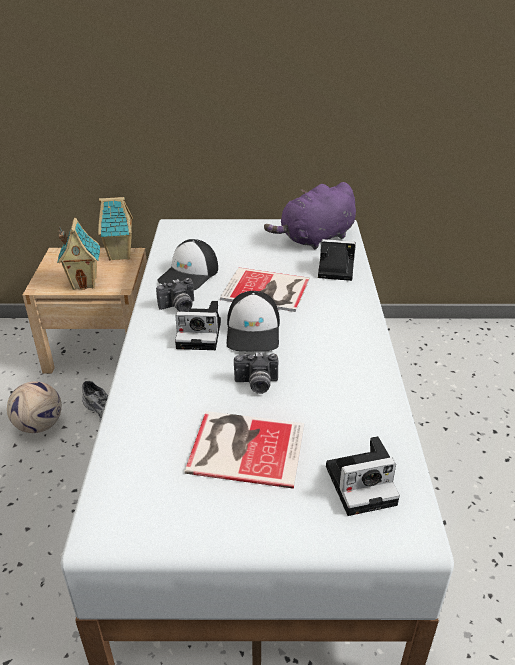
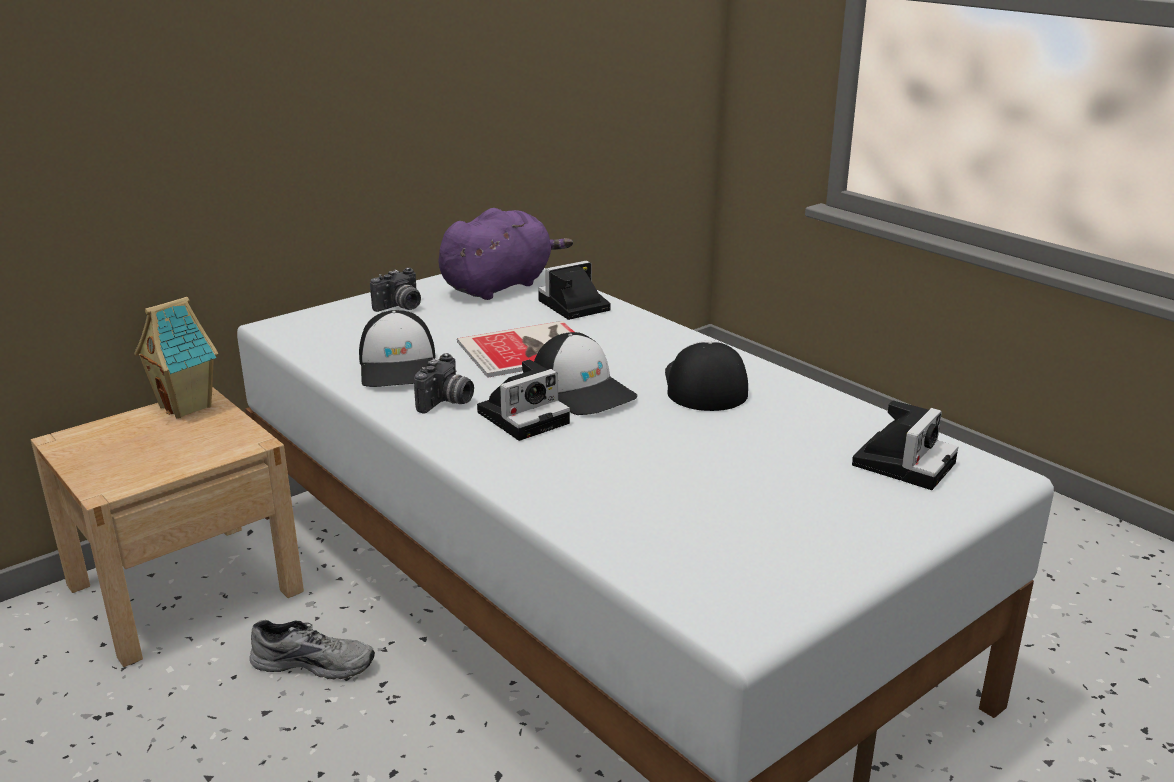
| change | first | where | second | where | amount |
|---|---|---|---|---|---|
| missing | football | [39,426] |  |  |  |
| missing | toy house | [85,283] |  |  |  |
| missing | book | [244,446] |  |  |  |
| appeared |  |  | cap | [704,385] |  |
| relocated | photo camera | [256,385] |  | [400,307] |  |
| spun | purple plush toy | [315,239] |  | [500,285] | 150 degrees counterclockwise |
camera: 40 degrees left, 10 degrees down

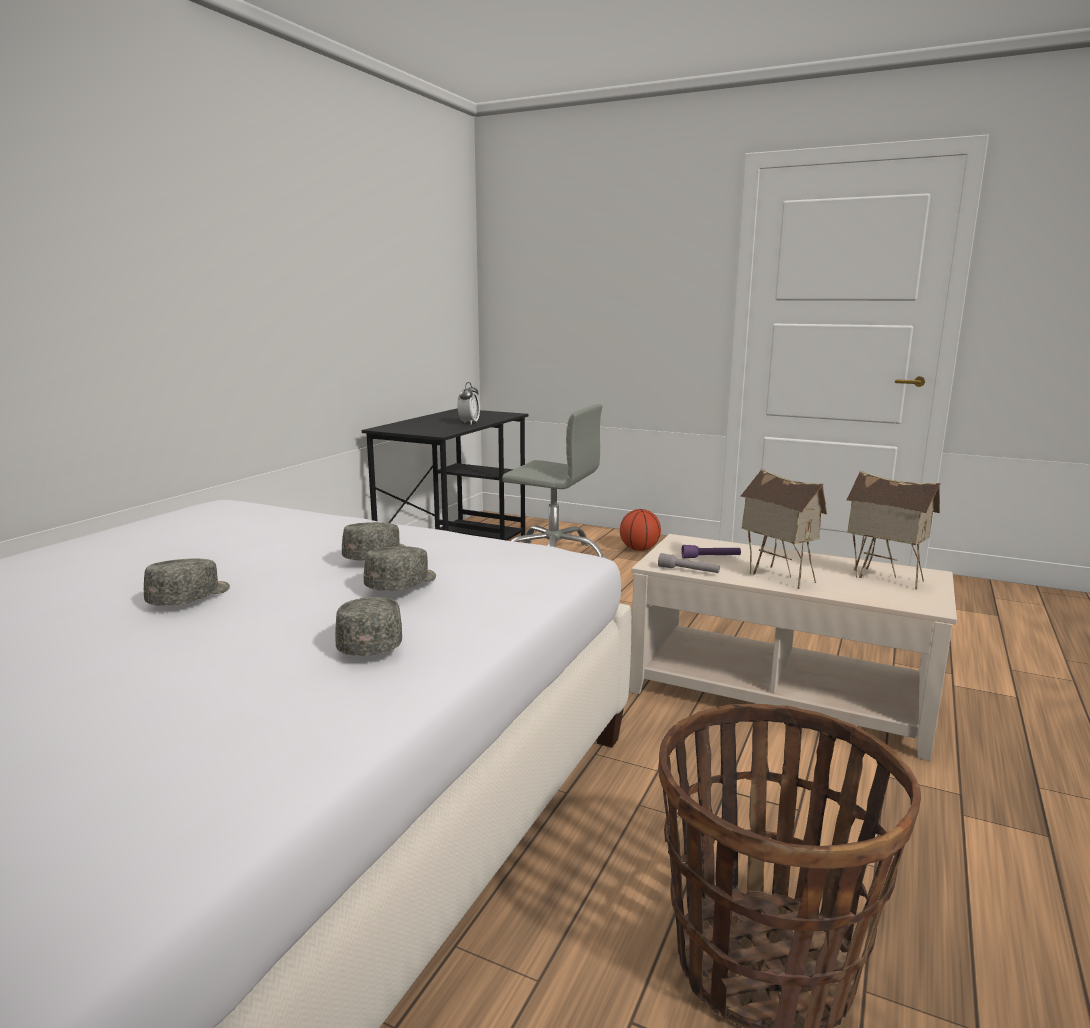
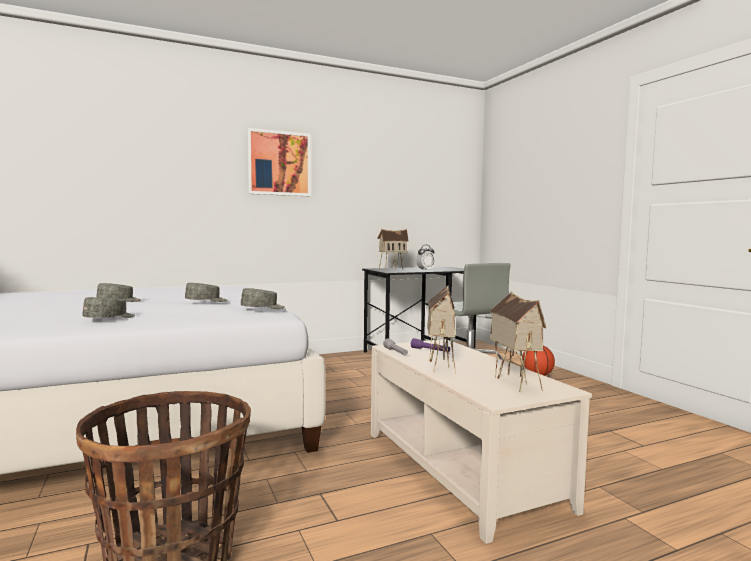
| change | first | where | second | where | amount |
|---|---|---|---|---|---|
| appeared |  |  | picture | [279,163] |  |
| appeared |  |  | toy house | [391,269] |  |
| relocated | grey cap | [403,584] |  | [263,308] |  |
camera: 40 degrees right, 10 degrees down

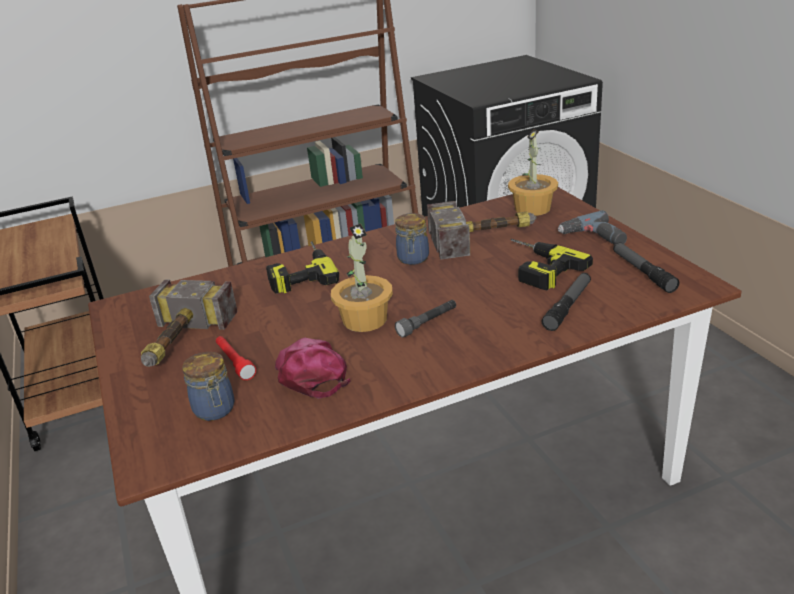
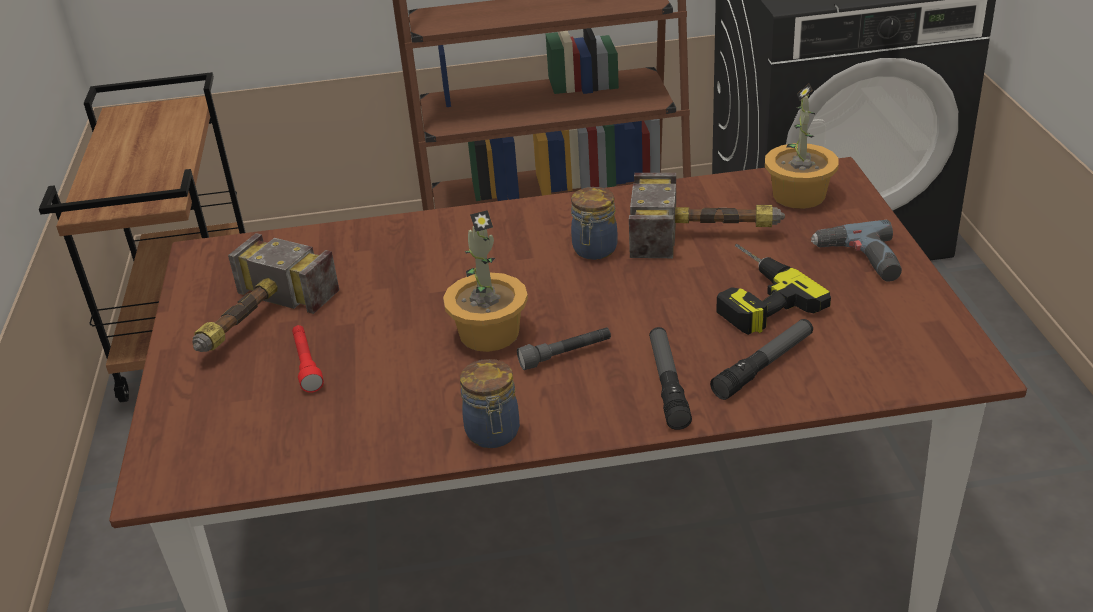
| change | first | where | second | where | amount |
|---|---|---|---|---|---|
| missing | power drill | [300,272] |  |  |  |
| missing | pink cap | [311,373] |  |  |  |
| relocated | jar | [215,410] |  | [493,434] |  |
| relocated | flashlight | [642,272] |  | [668,384] |  |
camera: 15 degrees right, 5 degrees up

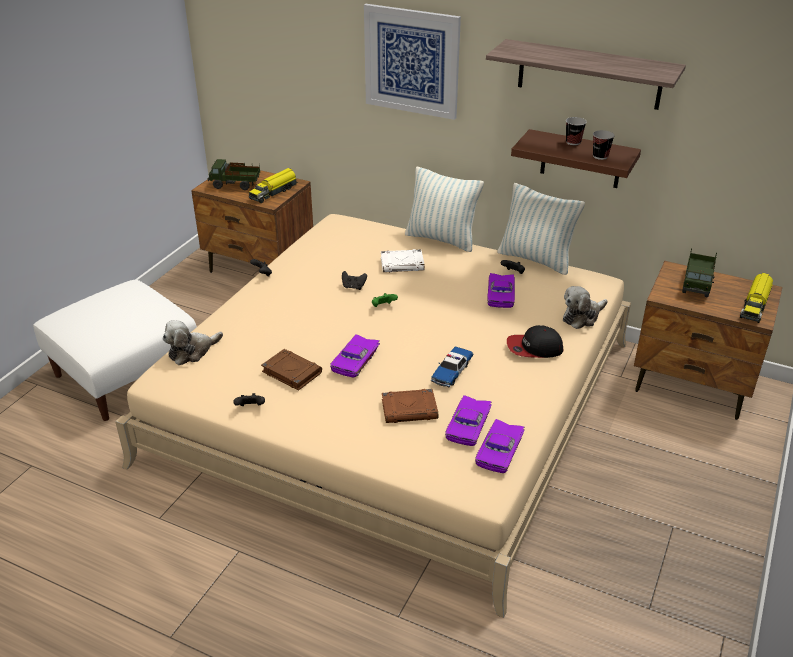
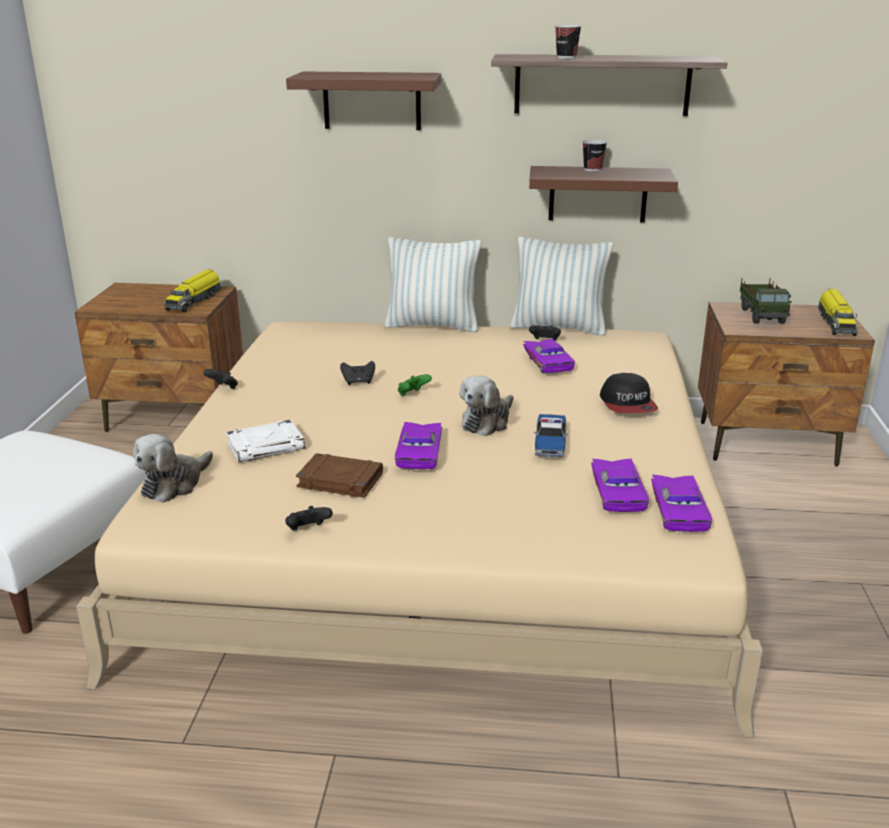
| change | first | where | second | where | amount |
|---|---|---|---|---|---|
| missing | toy truck | [235,185] |  |  |  |
| missing | brown book | [410,409] |  |  |  |
| relocated | white book | [402,264] |  | [266,446] |  |
| relocated | plush toy | [582,317] |  | [487,422] |  |
| relocated | cup | [600,156] |  | [566,57] |  |
| exchanged | picture | [411,61] | brown shelf | [372,101] |  |
| spun | cap | [534,348] |  | [628,404] | 75 degrees counterclockwise |
camera: 20 degrees left, 10 degrees down

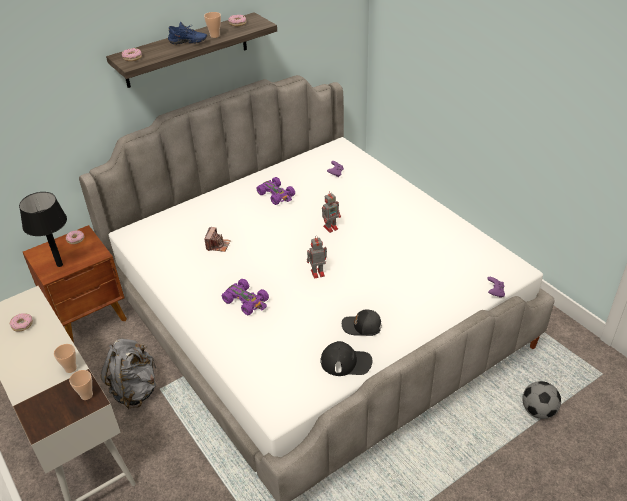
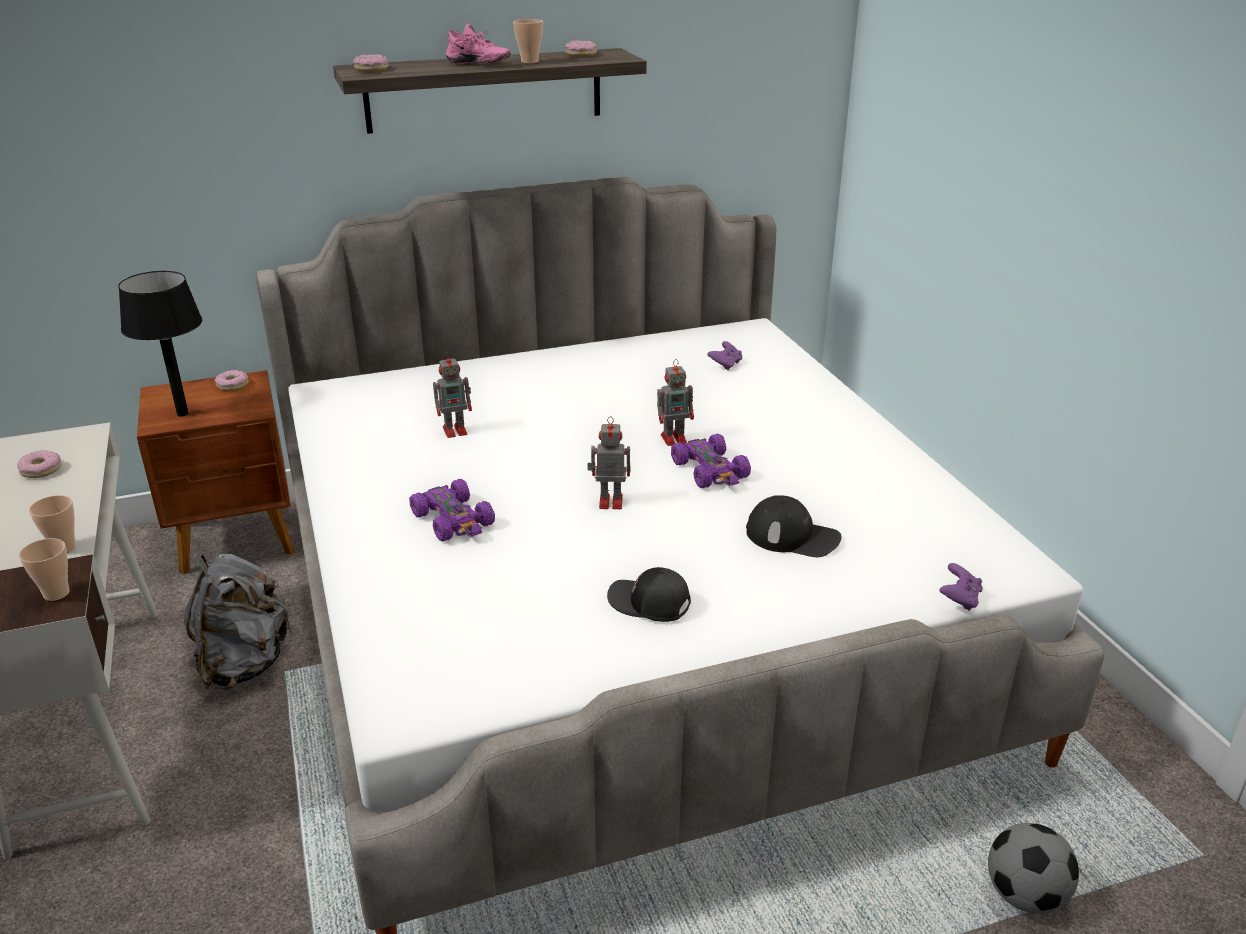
| change | first | where | second | where | amount |
|---|---|---|---|---|---|
| relocated | purple toy car | [276,195] |  | [711,471] |  |
| relocated | black cap | [346,362] |  | [793,536] |  |
| exchanged | photo camera | [218,245] | toy robot | [456,430] |  |
| colour | blue shoe | [188,43] | pink shoe | [477,64] |  |
camera: 15 degrees right, 10 degrees down

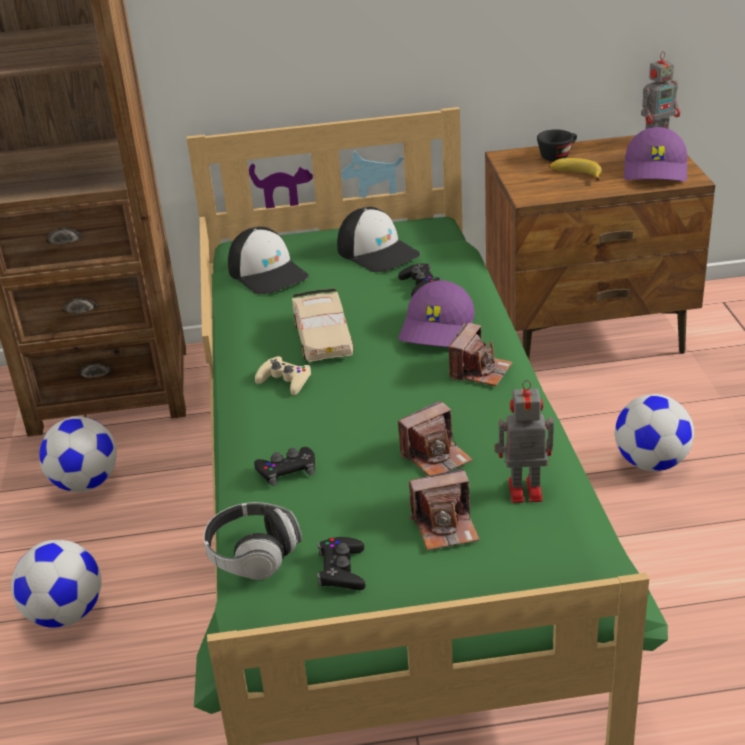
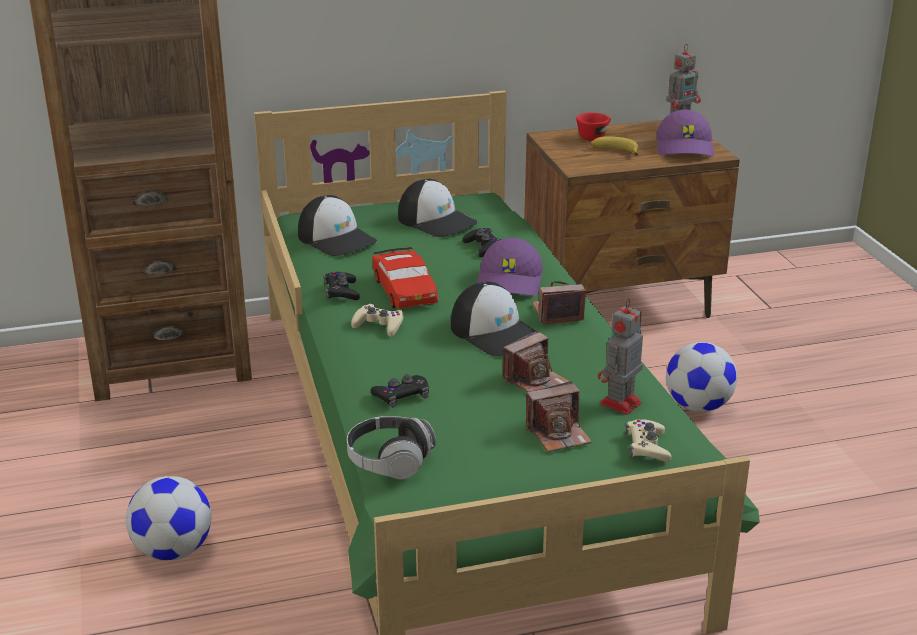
| change | first | where | second | where | amount |
|---|---|---|---|---|---|
| missing | football | [86,483] |  |  |  |
| appeared |  |  | cap | [496,332] |  |
| appeared |  |  | beige game controller | [647,446] |  |
| relocated | black game controller | [341,570] |  | [341,291] |  |
| colour | beige toy car | [323,337] | red toy car | [405,290] |  |
| colour | black cup | [558,156] | red cup | [594,136] |  |
| spun | photo camera | [479,371] |  | [557,314] | 120 degrees counterclockwise |
| spun | toy robot | [522,490] |  | [619,404] | 45 degrees counterclockwise |
camera: 10 degrees left, 5 degrees down

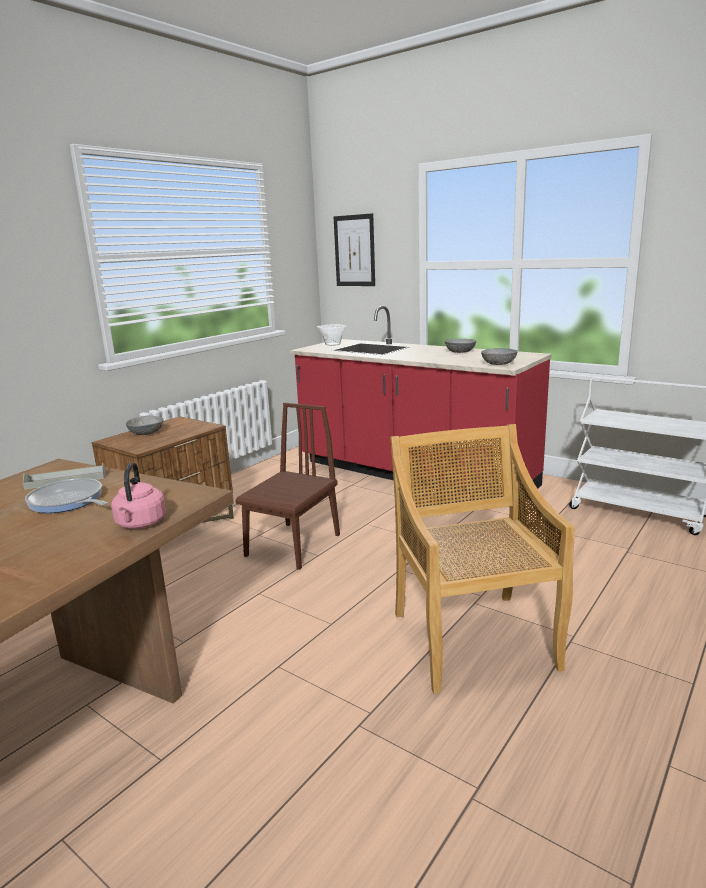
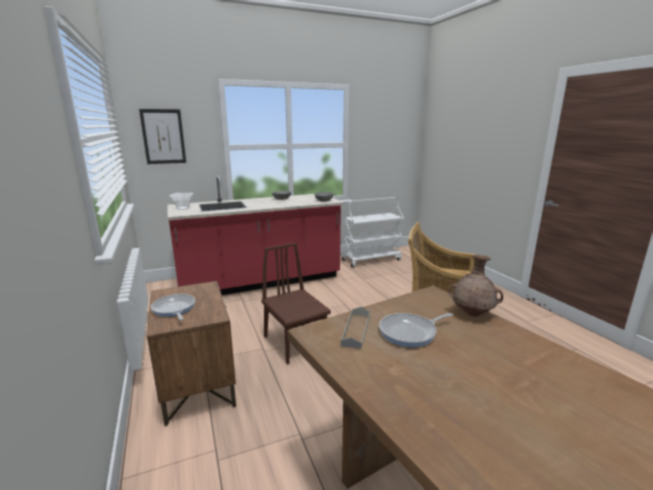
| change | first | where | second | where | amount |
|---|---|---|---|---|---|
| exchanged | pink kettle | [140,524] | brown vase | [473,314] |  |
| exchanged | grey bowl | [146,433] | frying pan | [174,309] |  |
camera: 60 degrees left, 0 degrees up

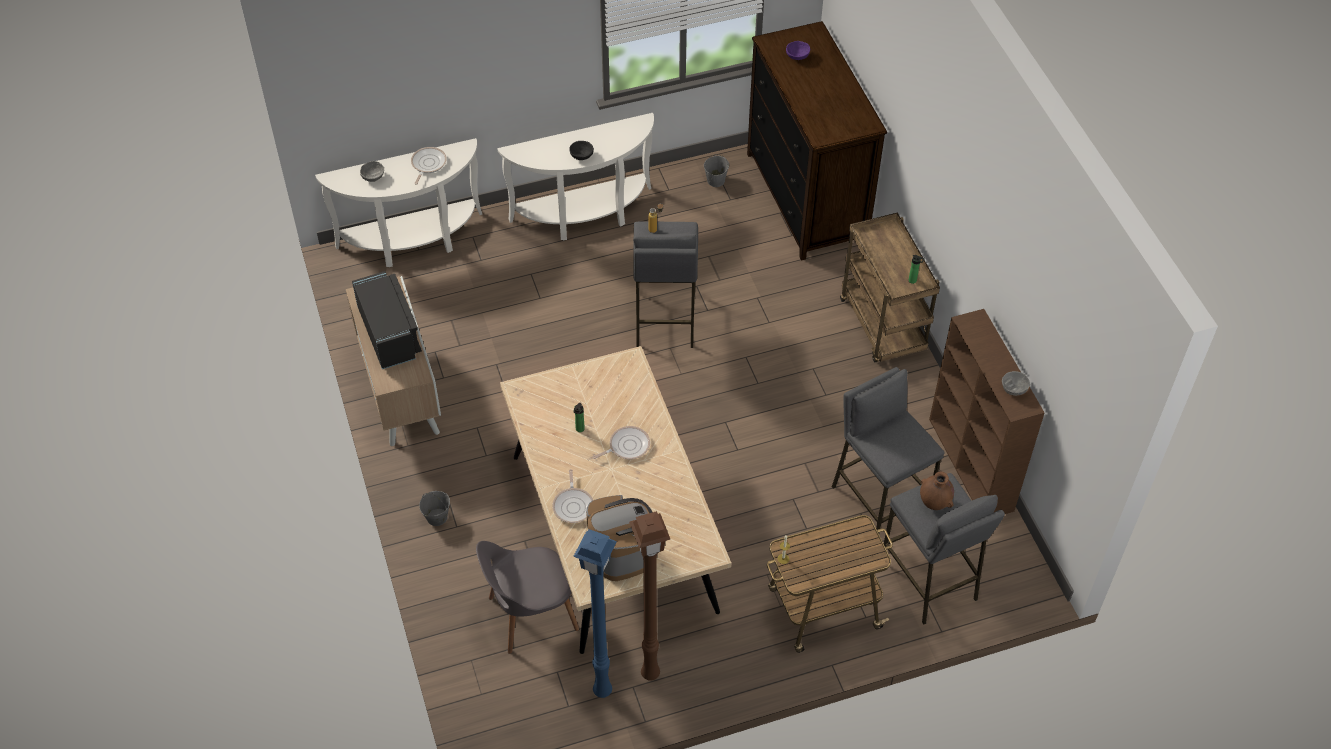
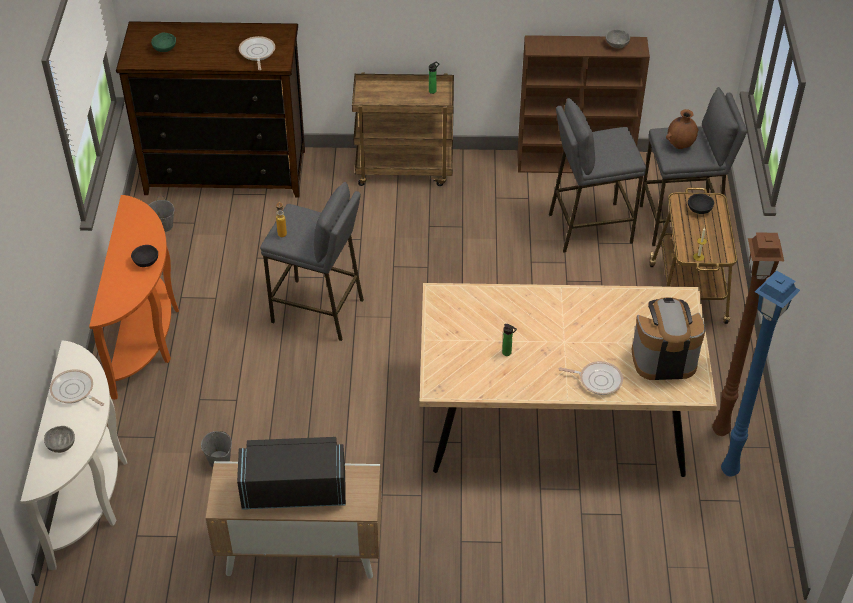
| change | first | where | second | where | amount |
|---|---|---|---|---|---|
| missing | grey chair | [530,615] |  |  |  |
| appeared |  |  | black bowl | [699,209] |  |
| relocated | grey bucket | [437,517] |  | [219,460] |  |
| relocated | frying pan | [627,446] |  | [257,53] |  |
| colour | white console table | [585,216] | orange console table | [147,335] |  |
| colour | purple bowl | [797,56] | green bowl | [164,48] |  |
camera: 70 degrees left, 5 degrees down

